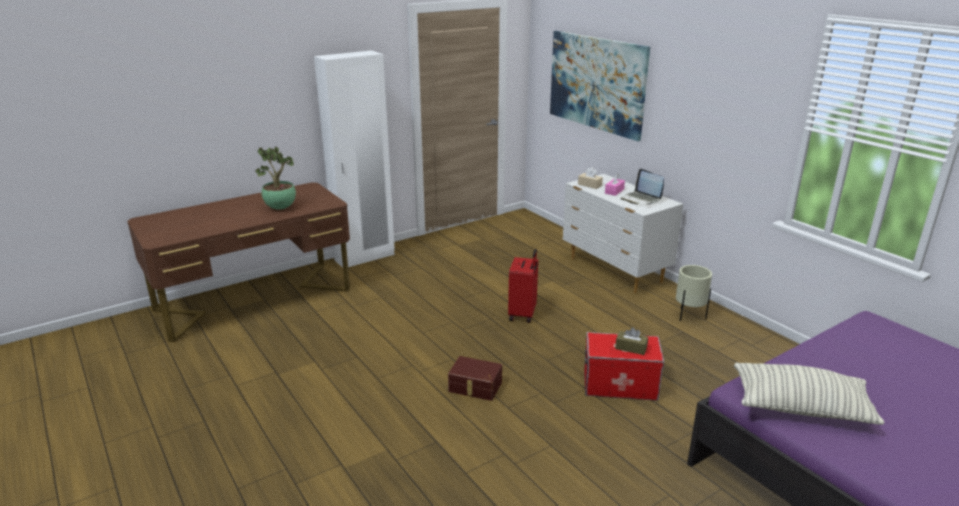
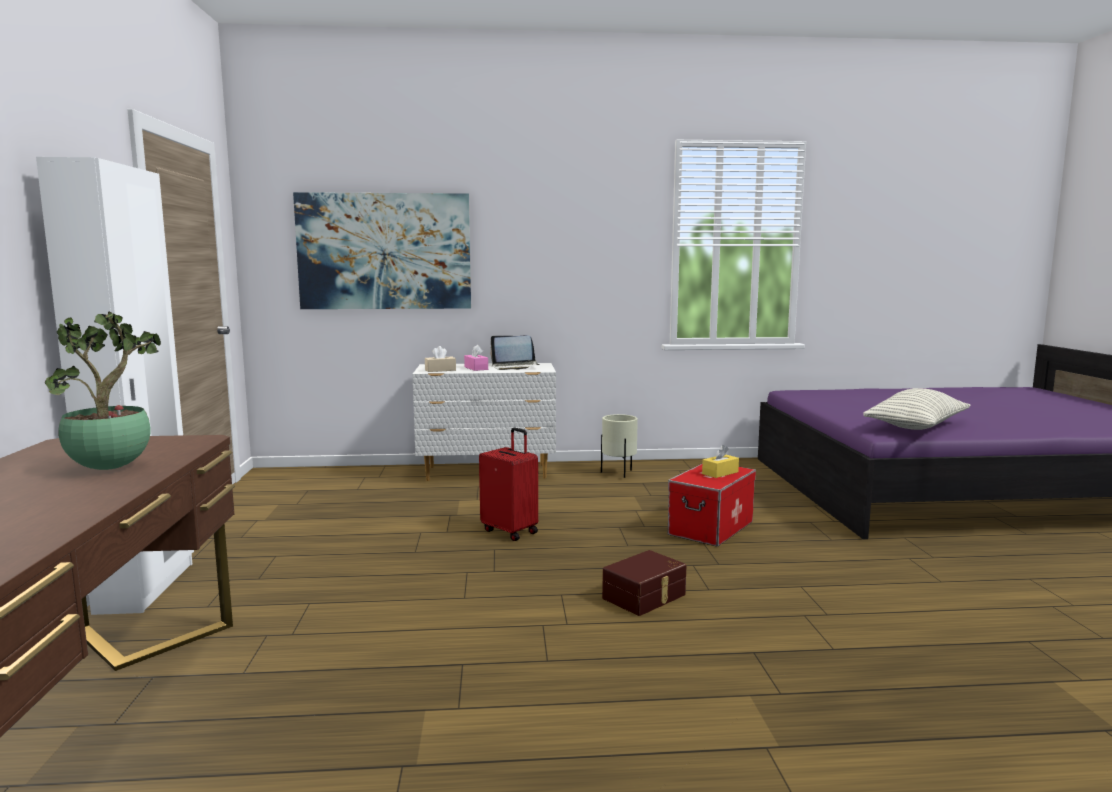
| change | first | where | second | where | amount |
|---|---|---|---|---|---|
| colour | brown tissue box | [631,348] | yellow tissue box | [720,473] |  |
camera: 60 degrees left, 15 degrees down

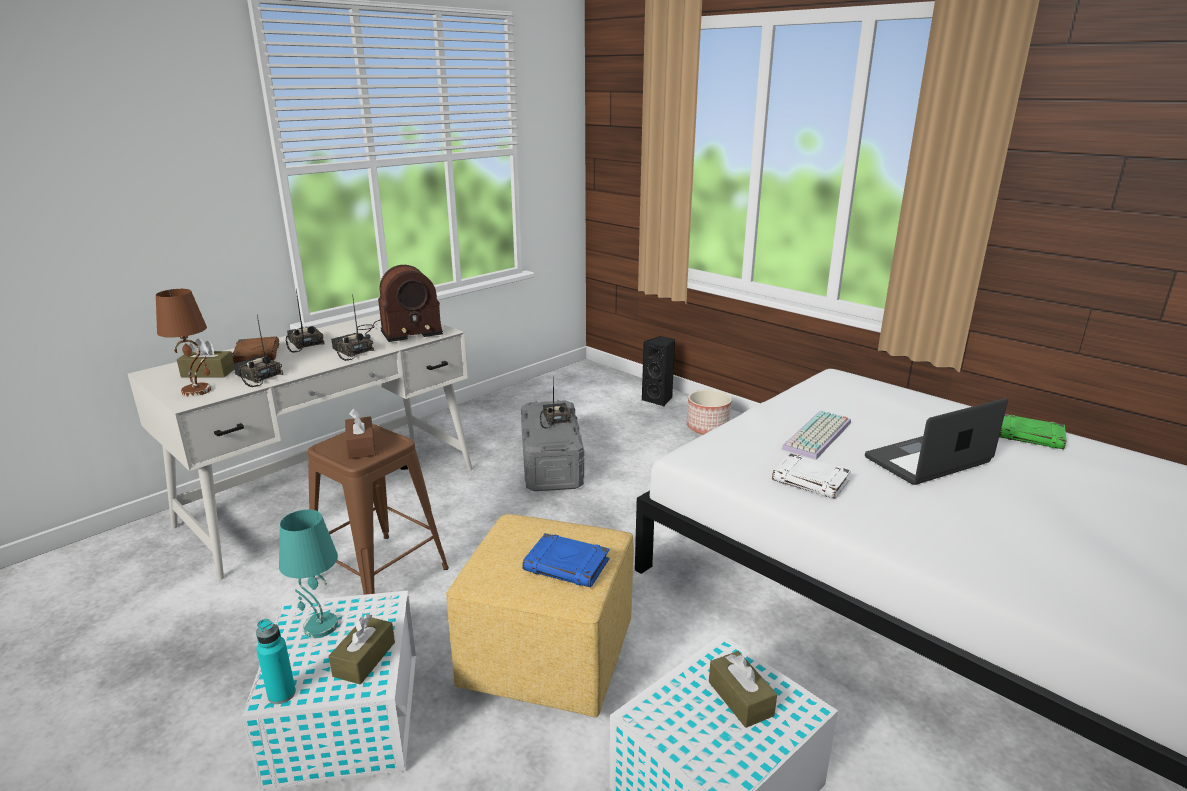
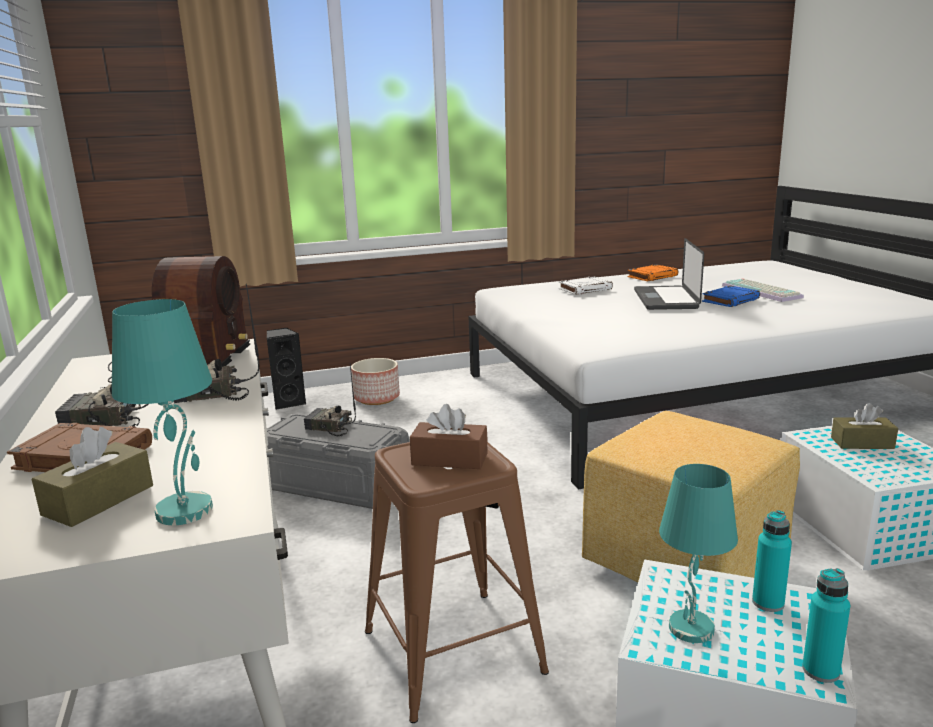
| change | first | where | second | where | amount |
|---|---|---|---|---|---|
| missing | radio | [257,377] |  |  |  |
| relocated | blue book | [567,565] |  | [730,300] |  |
| relocated | white book | [811,481] |  | [585,289] |  |
| relocated | keyboard | [818,436] |  | [763,292] |  |
| exchanged | brown tissue box | [364,659] | turquoise bottle | [768,603] |  |
| colour | brown table lamp | [197,391] | turquoise table lamp | [184,510] |  |
| colour | green book | [1031,436] | orange book | [652,276] |  |
camera: 60 degrees left, 5 degrees down

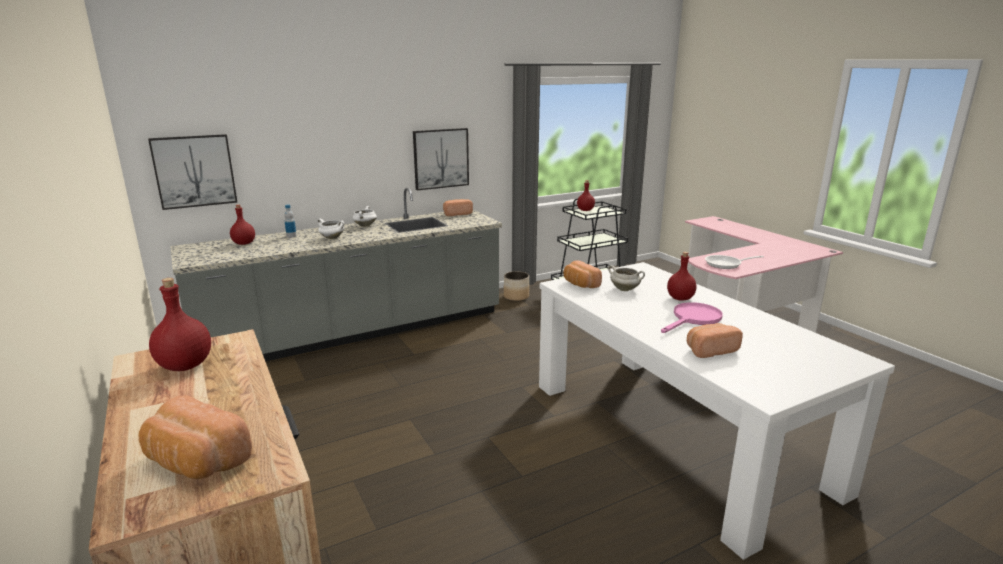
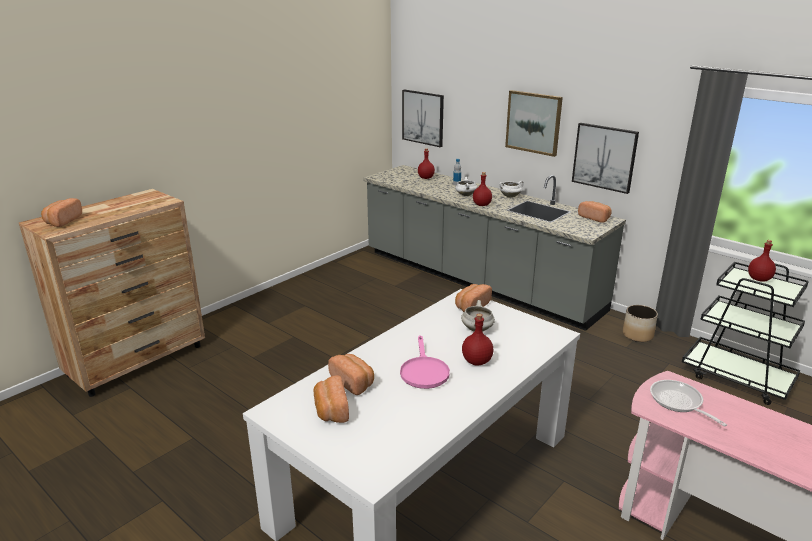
| change | first | where | second | where | amount |
|---|---|---|---|---|---|
| appeared |  |  | bread | [330,410] |  |
| appeared |  |  | picture | [533,122] |  |
| relocated | red bottle | [186,365] |  | [482,205] |  |
| spun | pink frying pan | [693,319] |  | [423,371] | 60 degrees clockwise |
camera: 70 degrees right, 5 degrees up

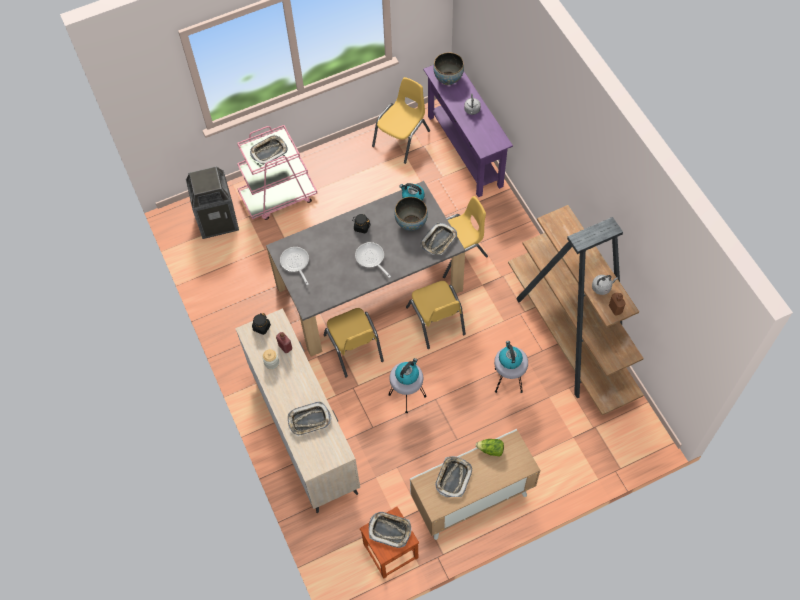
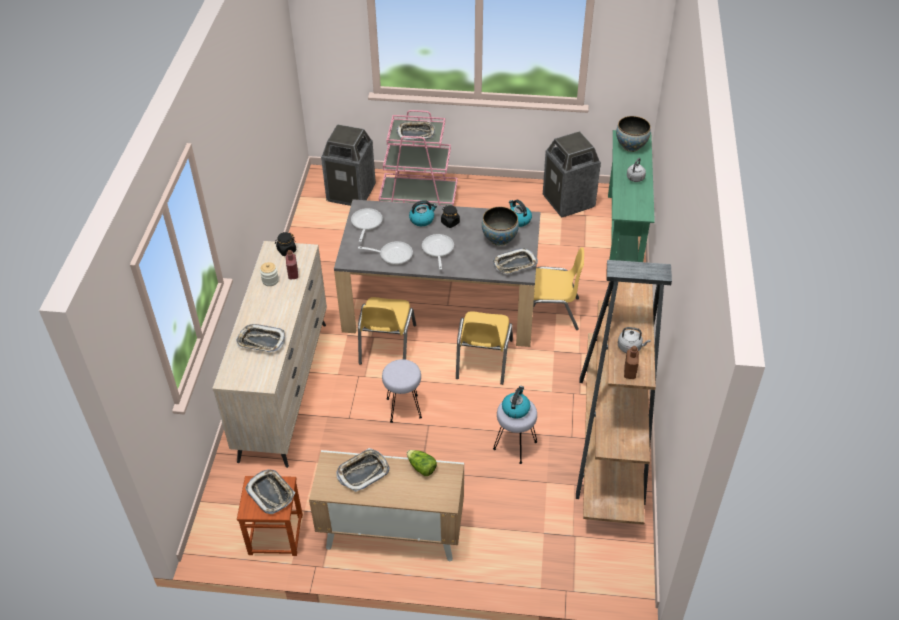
| change | first | where | second | where | amount |
|---|---|---|---|---|---|
| appeared |  |  | frying pan | [393,254] |  |
| relocated | kettle | [407,375] |  | [422,219] |  |
| exchanged | yellow chair | [402,139] | trash can | [569,201] |  |
| colour | purple console table | [465,150] | green console table | [623,235] |  |
camera: 30 degrees right, 15 degrees down

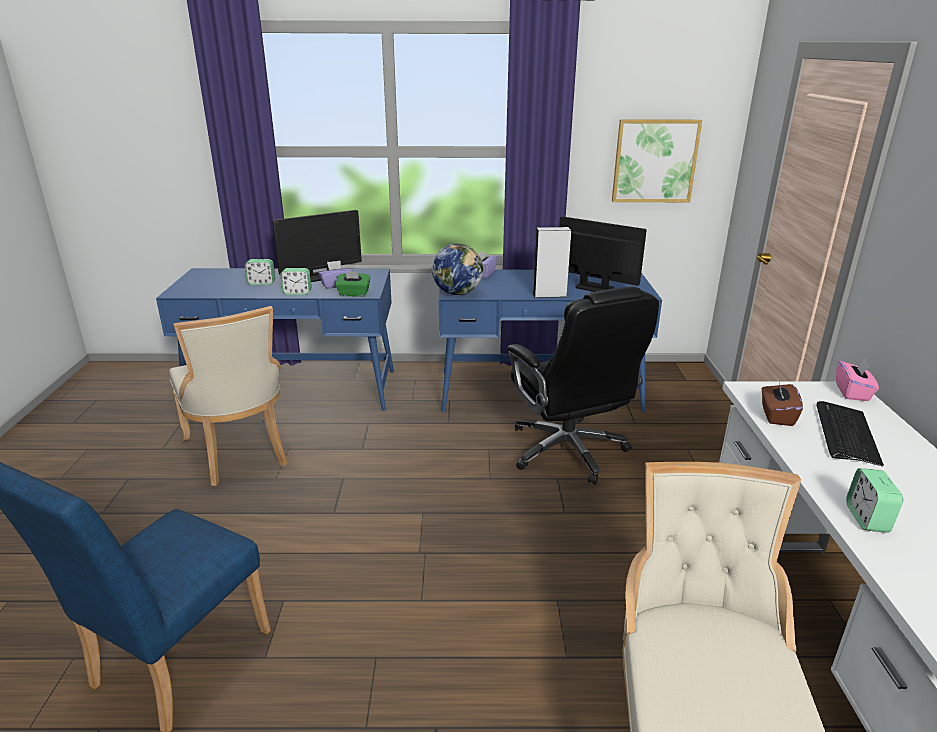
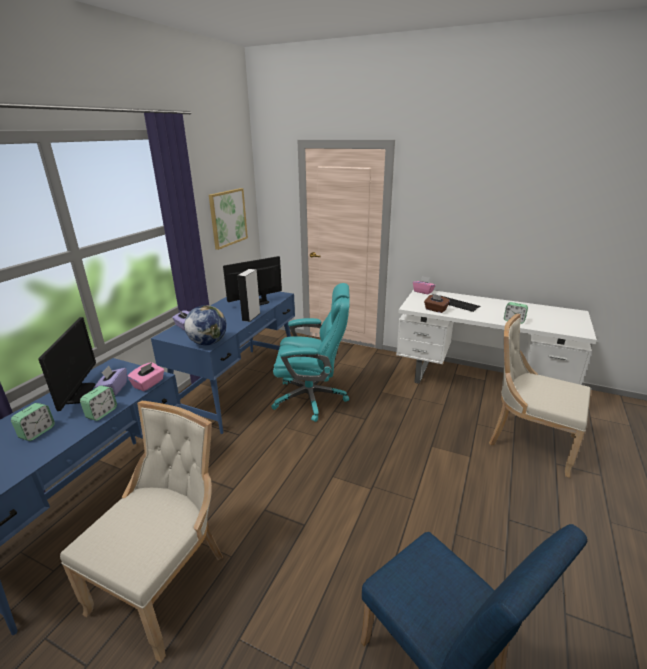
| change | first | where | second | where | amount |
|---|---|---|---|---|---|
| colour | green tissue box | [354,294] | pink tissue box | [149,384] |  |
| colour | black office chair | [569,451] | turquoise office chair | [312,398] |  |
| spun | beige chair | [239,453] |  | [166,581] | 60 degrees counterclockwise |
camera: 65 degrees left, 0 degrees up

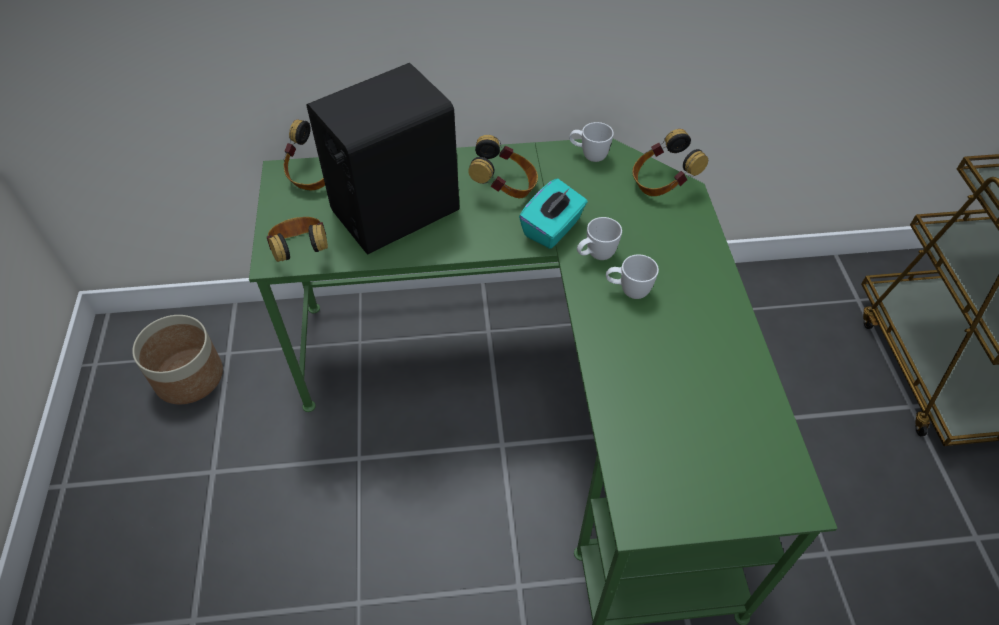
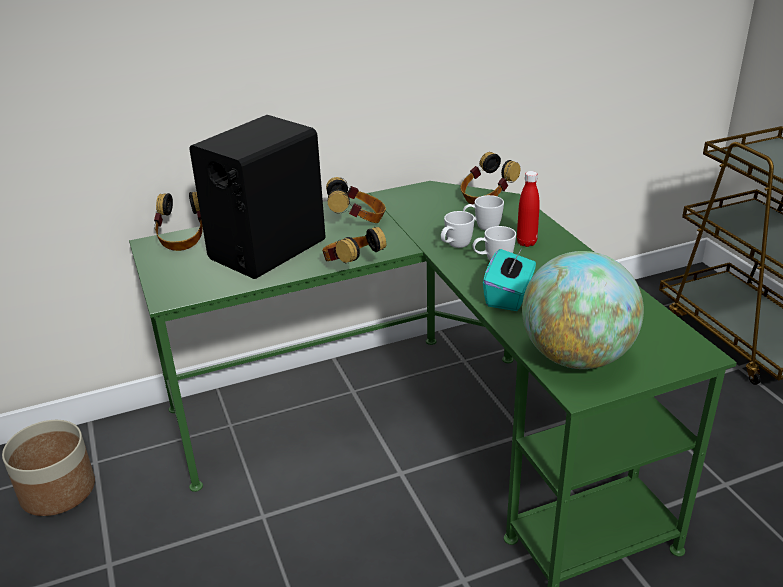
| change | first | where | second | where | amount |
|---|---|---|---|---|---|
| appeared |  |  | red bottle | [526,243] |  |
| appeared |  |  | globe | [576,357] |  |
| relocated | headphones | [301,253] |  | [352,267] |  |
| relocated | turquoise tissue box | [552,229] |  | [509,296] |  |
| relocated | white mug | [588,155] |  | [482,228] |  |
camera: 15 degrees left, 20 degrees down

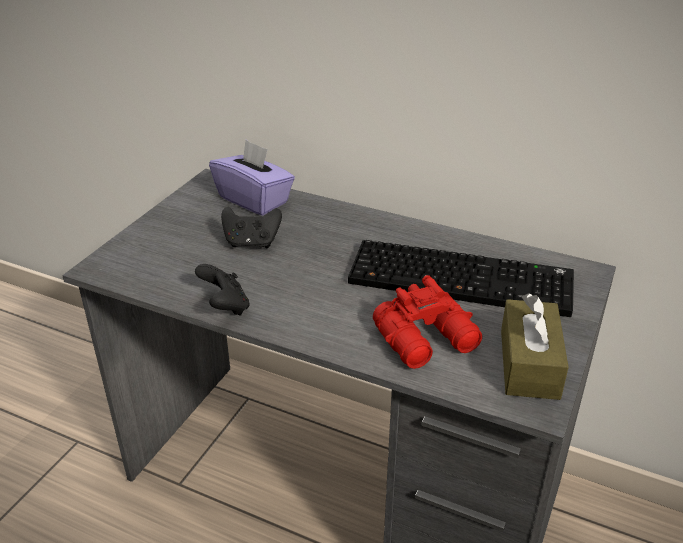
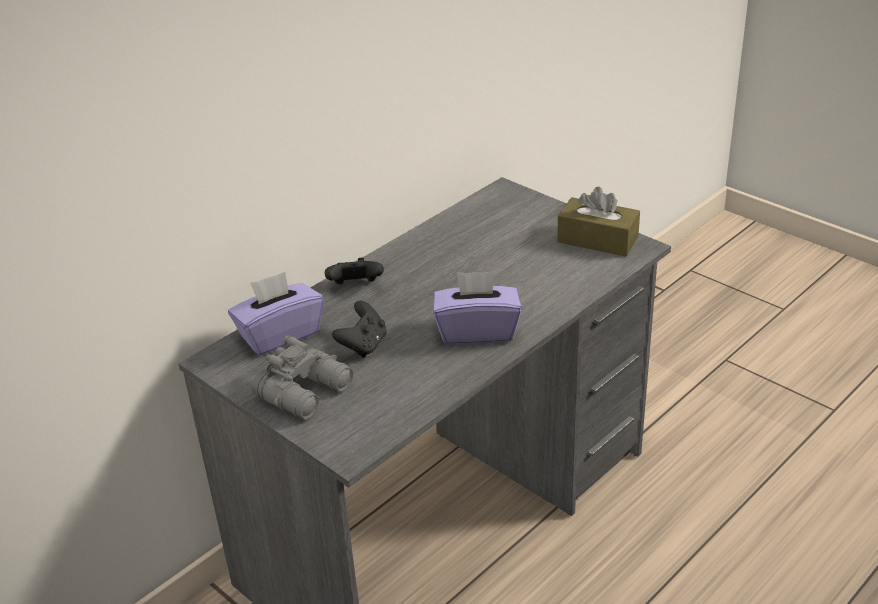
| change | first | where | second | where | amount |
|---|---|---|---|---|---|
| missing | keyboard | [463,279] |  |  |  |
| missing | red binoculars | [428,339] |  |  |  |
| appeared |  |  | grey binoculars | [307,391] |  |
| appeared |  |  | purple tissue box | [477,331] |  |
| relocated | black game controller | [225,306] |  | [356,287] |  |
camera: 70 degrees left, 0 degrees up

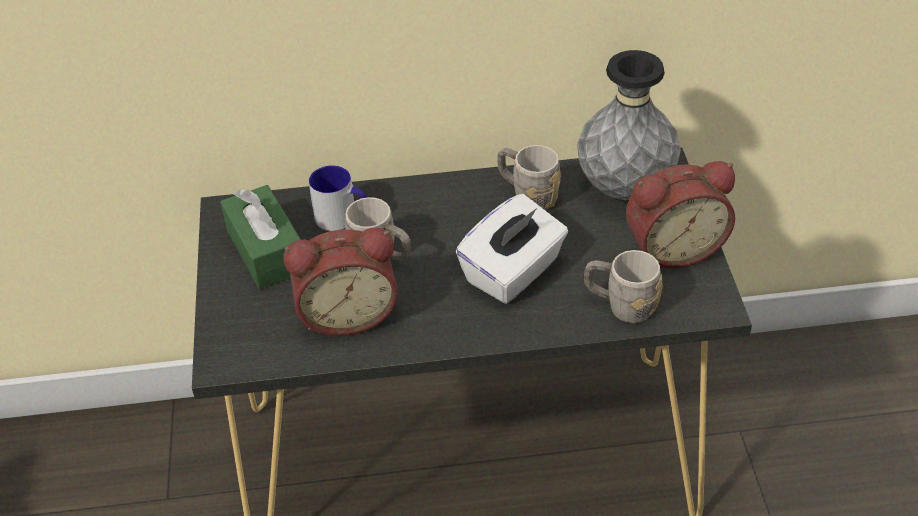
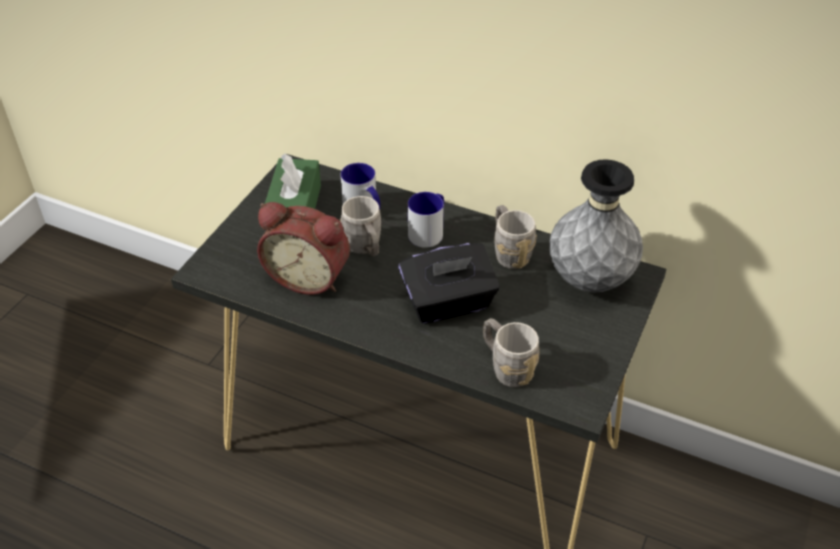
| change | first | where | second | where | amount |
|---|---|---|---|---|---|
| missing | alarm clock | [673,248] |  |  |  |
| appeared |  |  | mug | [429,231] |  |
| colour | white tissue box | [513,272] | black tissue box | [448,303] |  |
camera: 30 degrees right, 0 degrees up

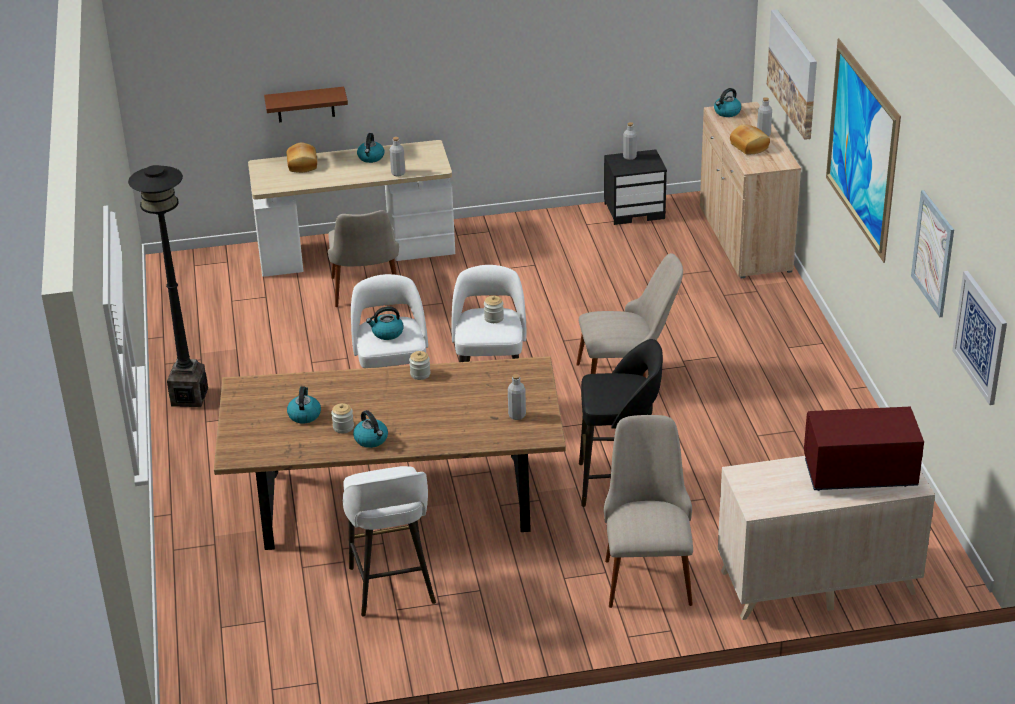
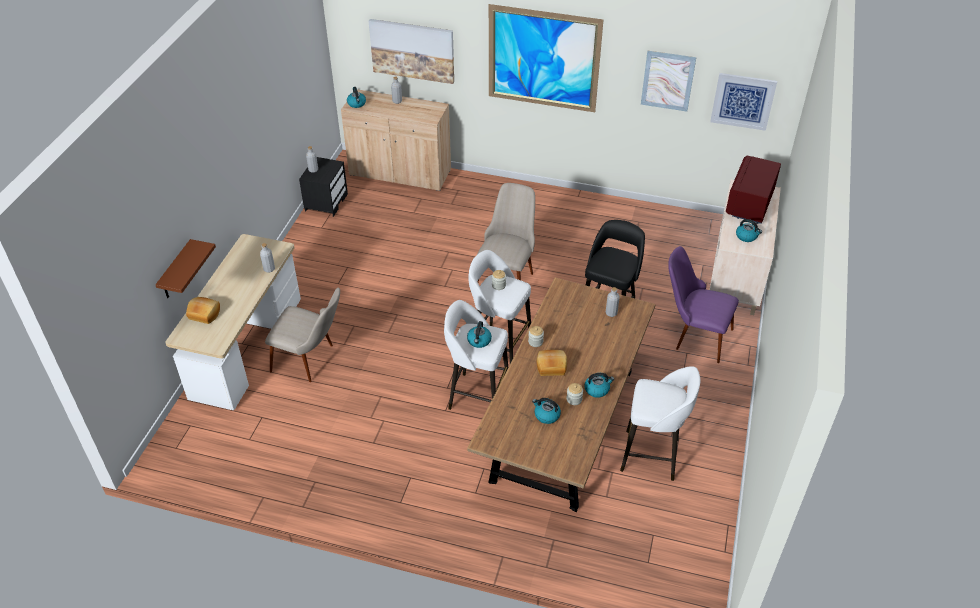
| change | first | where | second | where | amount |
|---|---|---|---|---|---|
| missing | black floor lamp | [189,397] |  |  |  |
| relocated | kettle | [371,158] |  | [746,236] |  |
| relocated | bread | [750,146] |  | [551,366] |  |
| colour | beige chair | [646,570] | purple chair | [694,335] |  |
camera: 65 degrees left, 10 degrees up

